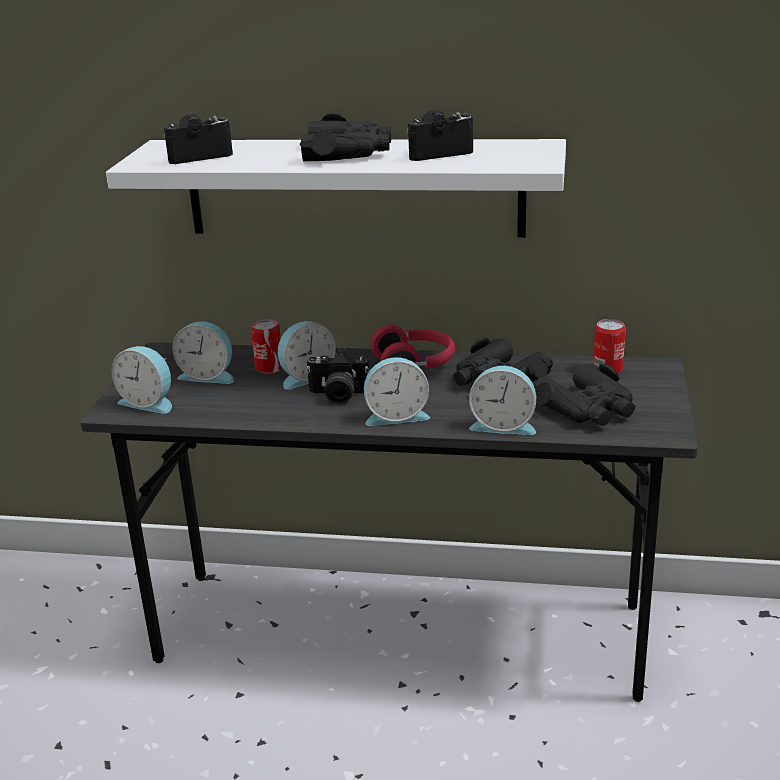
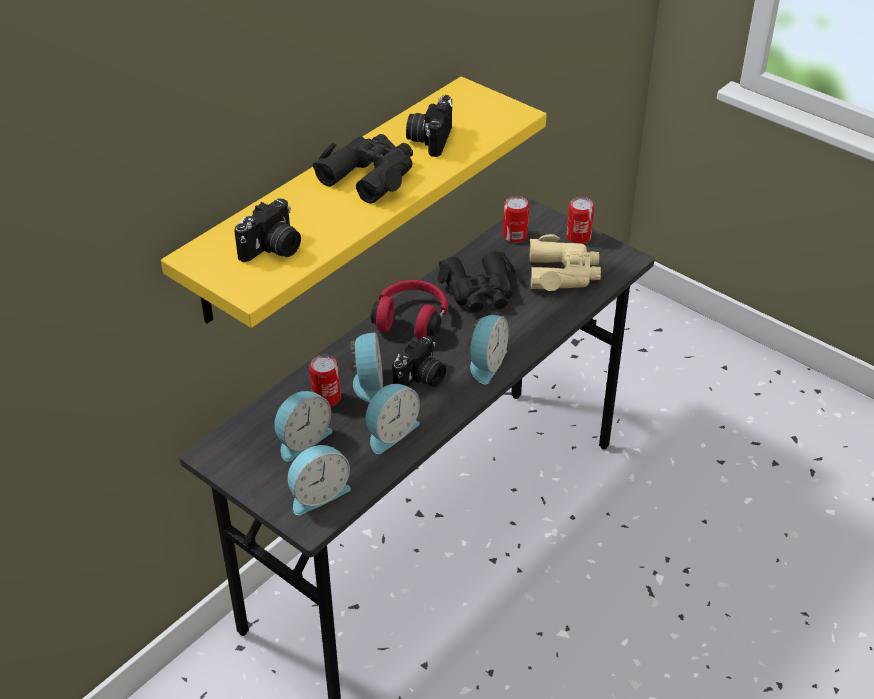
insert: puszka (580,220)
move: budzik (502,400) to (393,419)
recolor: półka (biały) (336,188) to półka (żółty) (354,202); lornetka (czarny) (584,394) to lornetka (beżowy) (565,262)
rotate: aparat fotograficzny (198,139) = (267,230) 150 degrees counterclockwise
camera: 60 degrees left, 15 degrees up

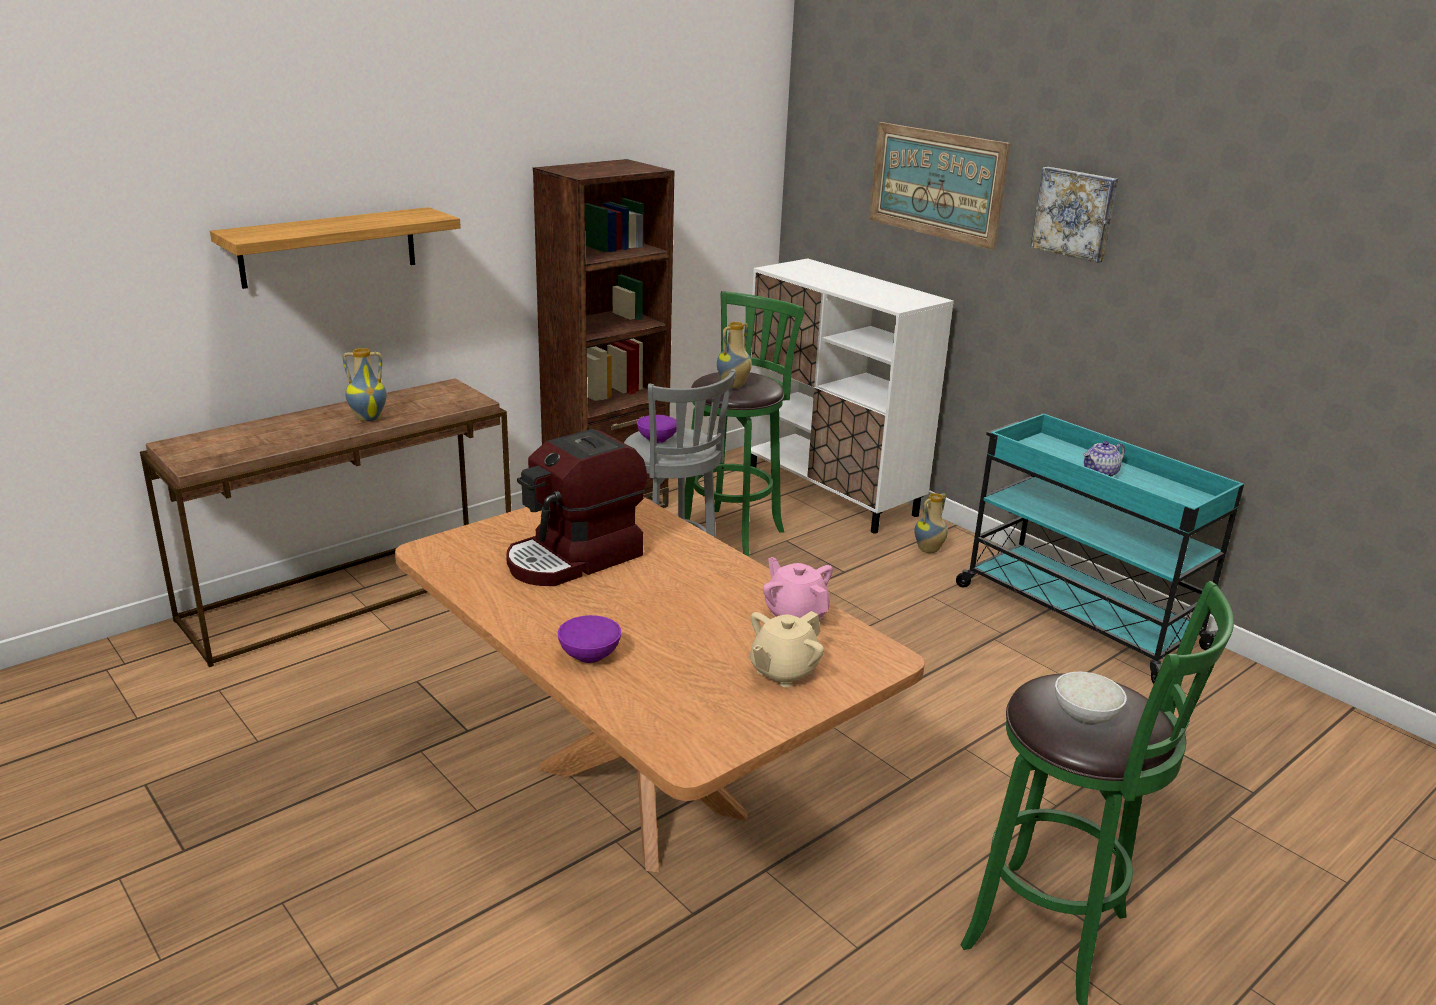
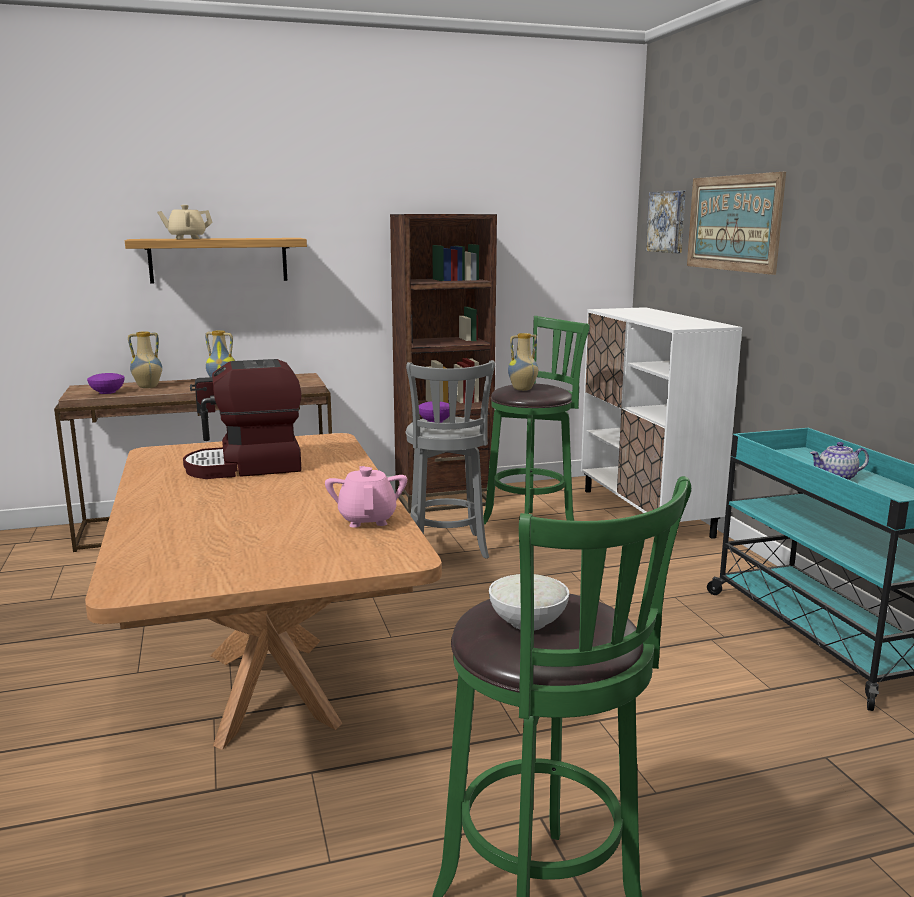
move: miska (fioletowy) (589,639) to (105,383); wazon (931,523) to (145,359); imbryk (beżowy) (787,649) to (185,222); obraz (1074,215) to (666,222)
camera: 25 degrees right, 10 degrees down

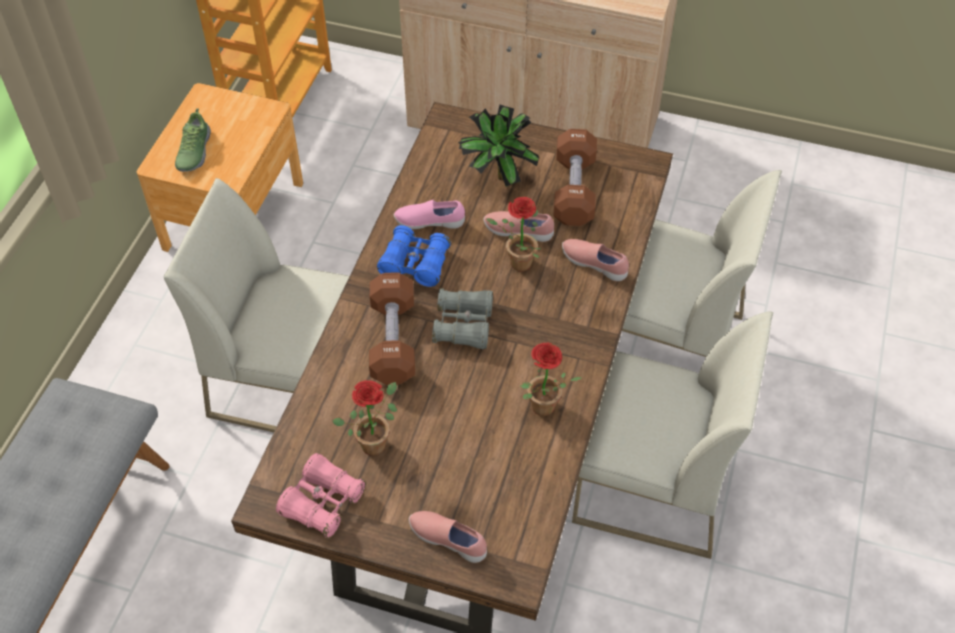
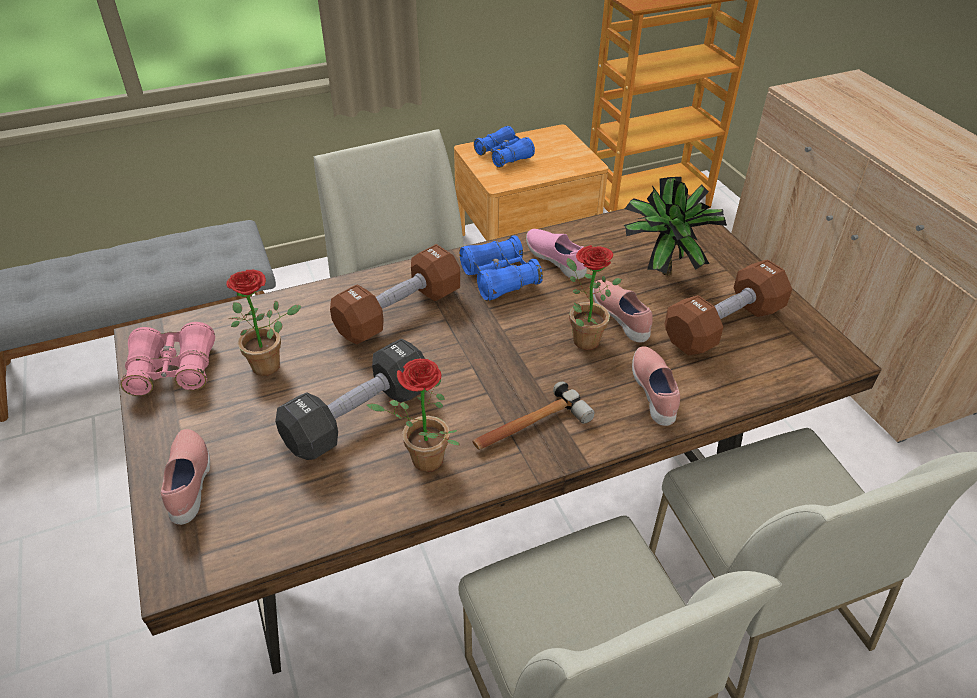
delete: lornetka (szary) (462,318)
insert: hantel (czarny) (350,399); młotek (533,416)
replace: but (193,140) to lornetka (niebieski) (504,147)
camera: 50 degrees right, 10 degrees down

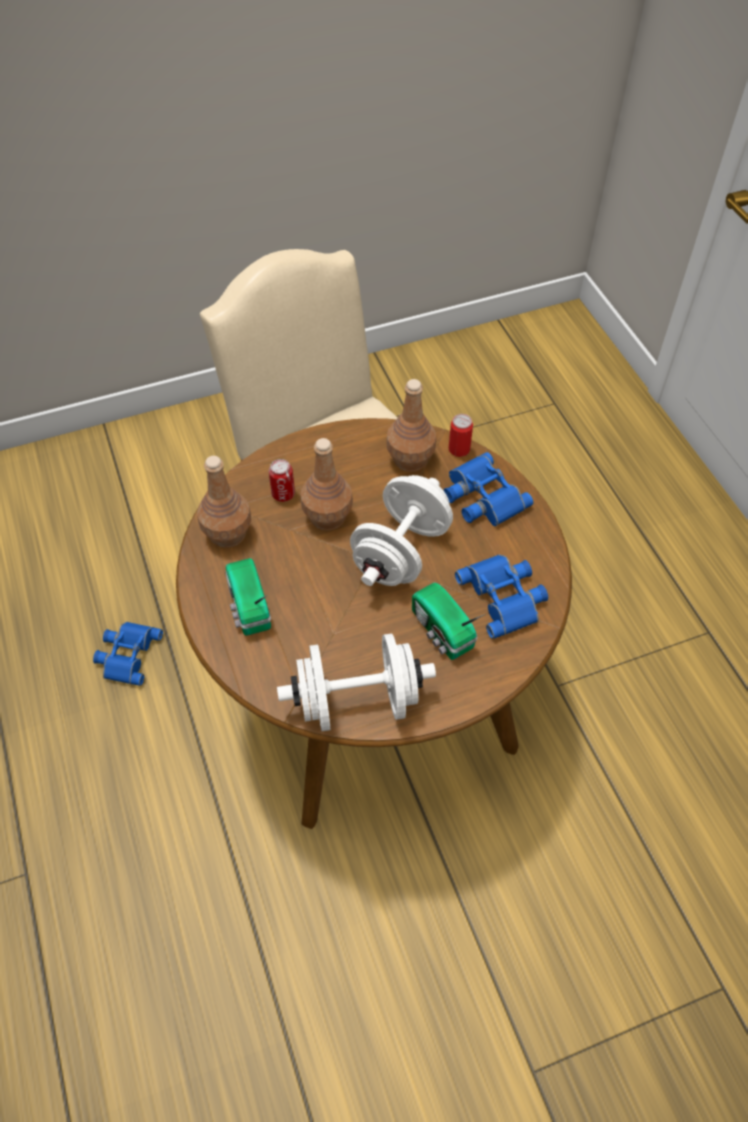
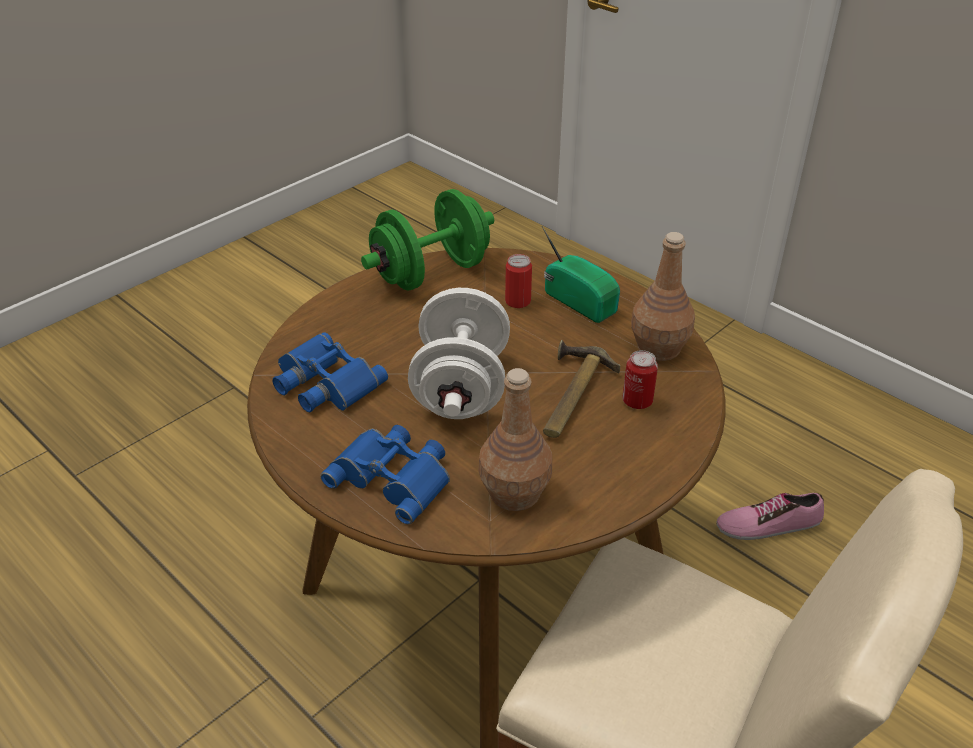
delete: radio (449,621)
move: puszka (461,435) to (518,281)
replace: butelka (brązowy) (327,484) to młotek (581,389); lornetka (niebieski) (128,654) to but (770,516)
recolor: hantel (biały) (356,682) to hantel (zielony) (427,240)
camera: 155 degrees right, 15 degrees down

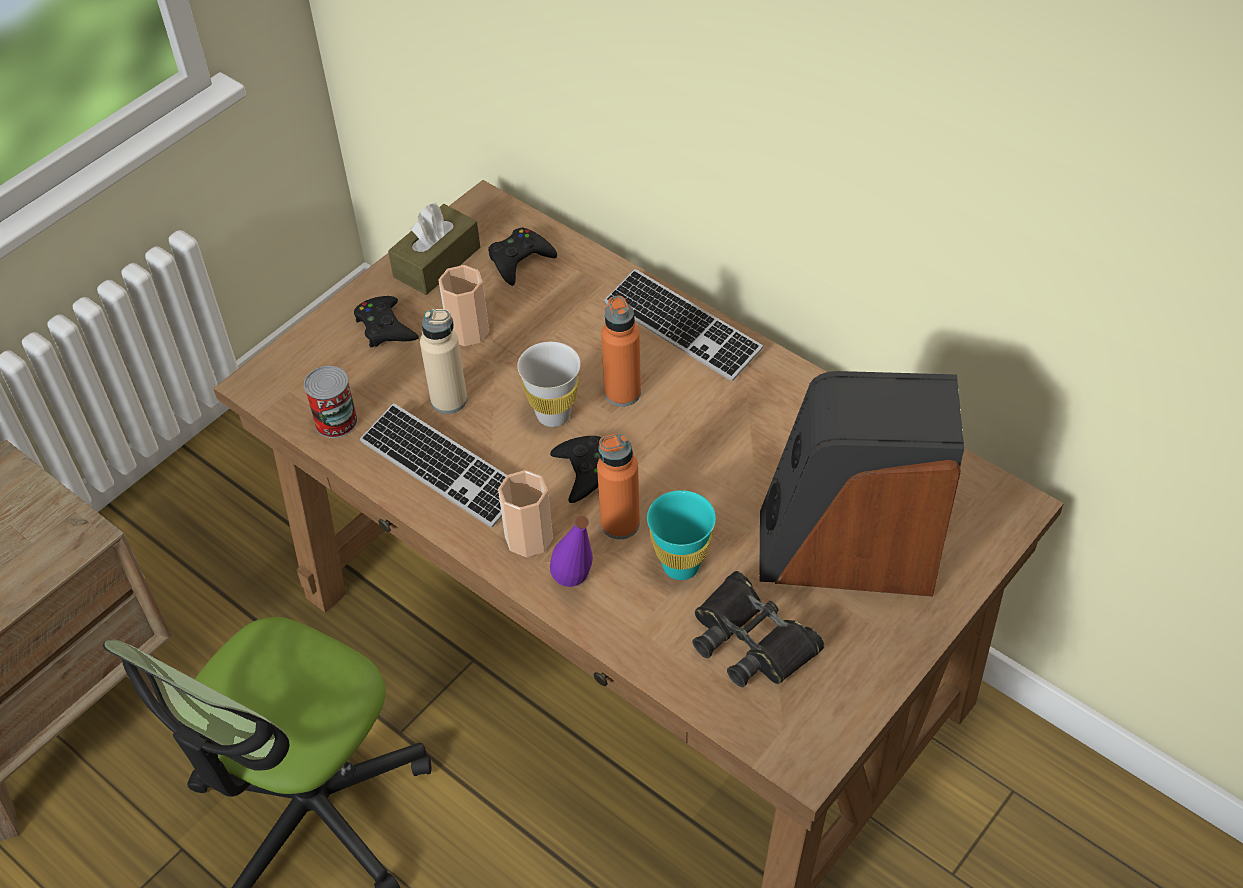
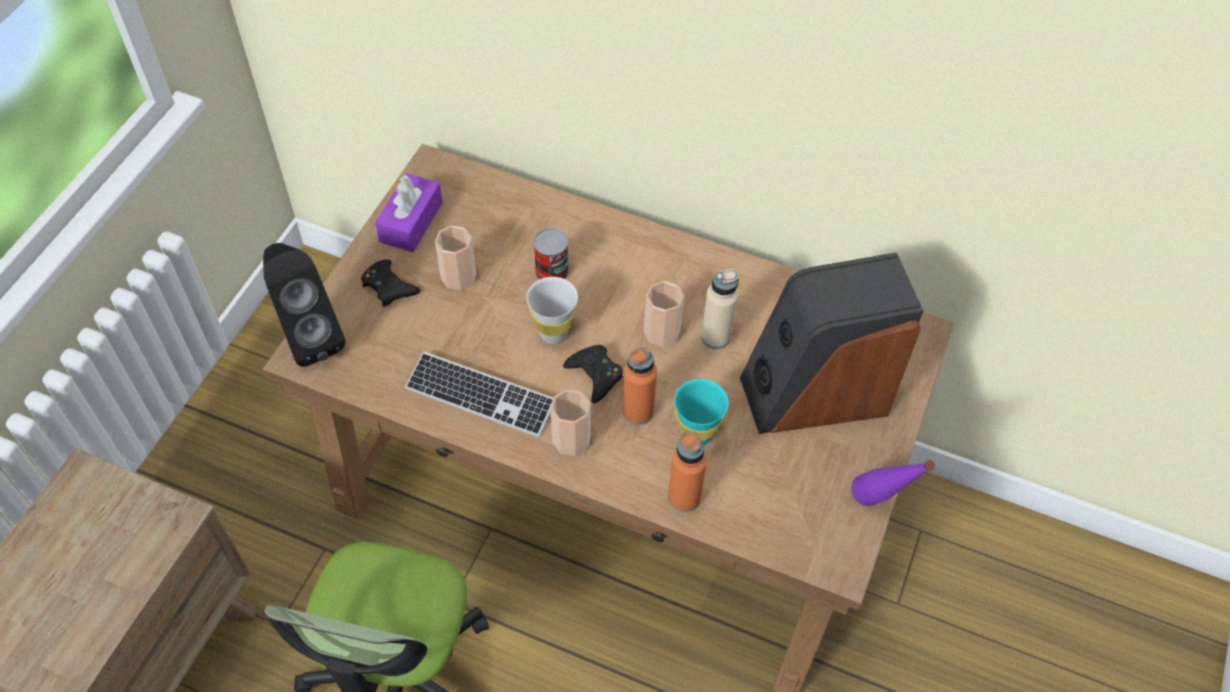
delete: pad do gier (czarny) (522,257); klawiatura (683,325); lornetka (czarny) (758,629)
insert: głośnik (czarny) (304,305); filiżanka (664,314)
move: puszka (331,402) to (551,254); butelka (pomarańczowy) (621,350) to (687,471); butelka (beżowy) (443,361) to (720,309); butelka (fioletowy) (571,551) to (893,483)
recolor: pudełko chusteczek (brązowy) (434,249) to pudełko chusteczek (fioletowy) (408,212)
camera: 20 degrees left, 5 degrees up

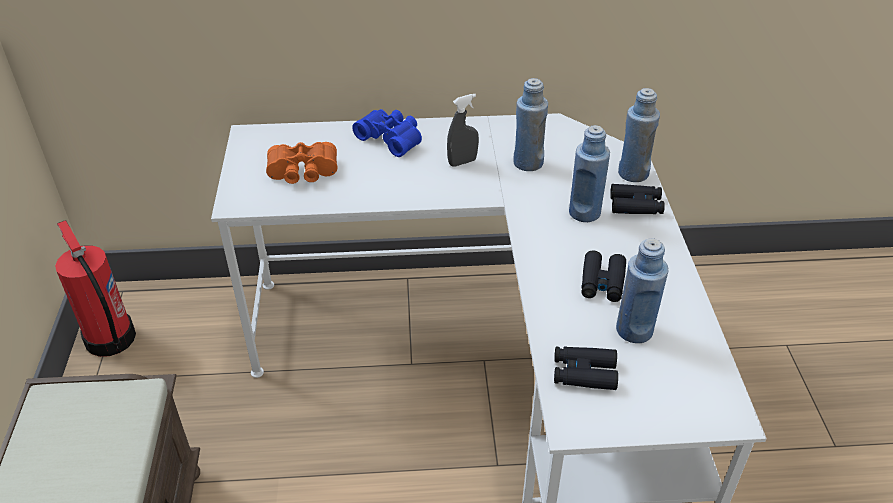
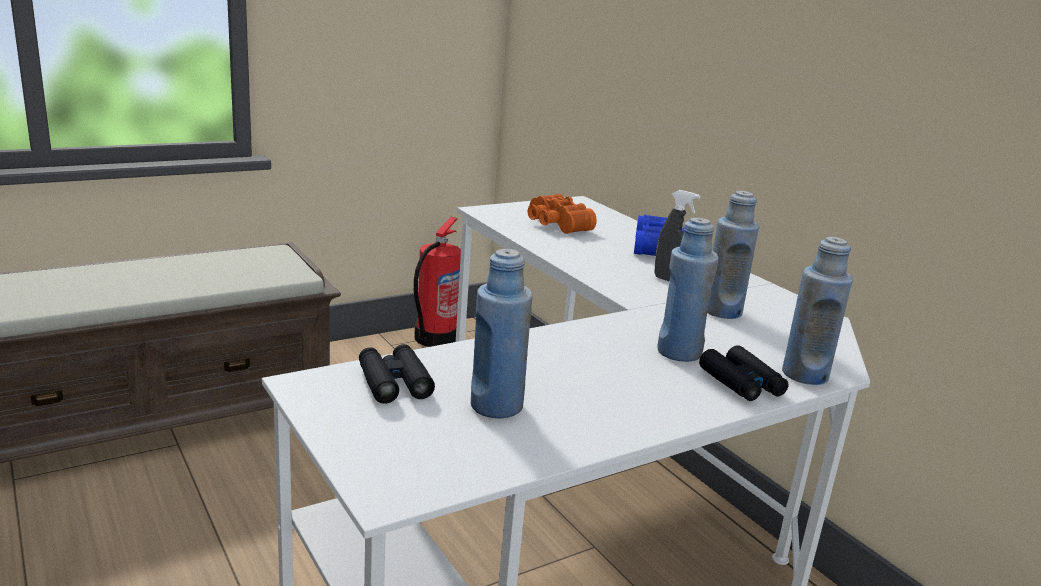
delete: lornetka (czarny) (604,276)
camera: 60 degrees right, 20 degrees down

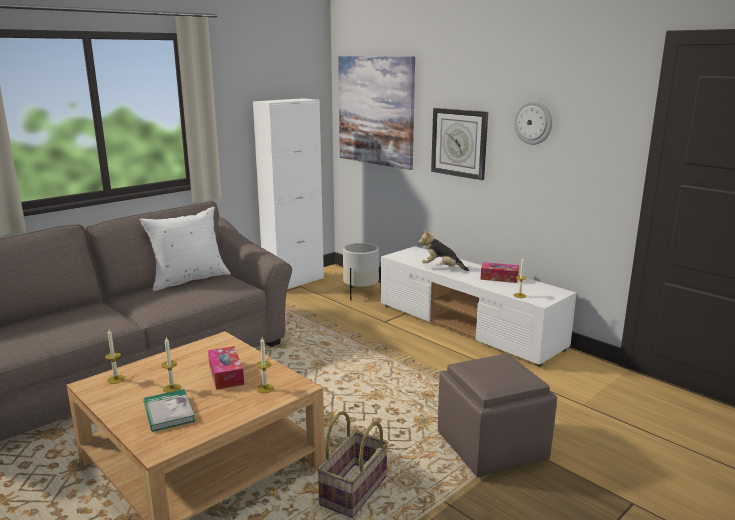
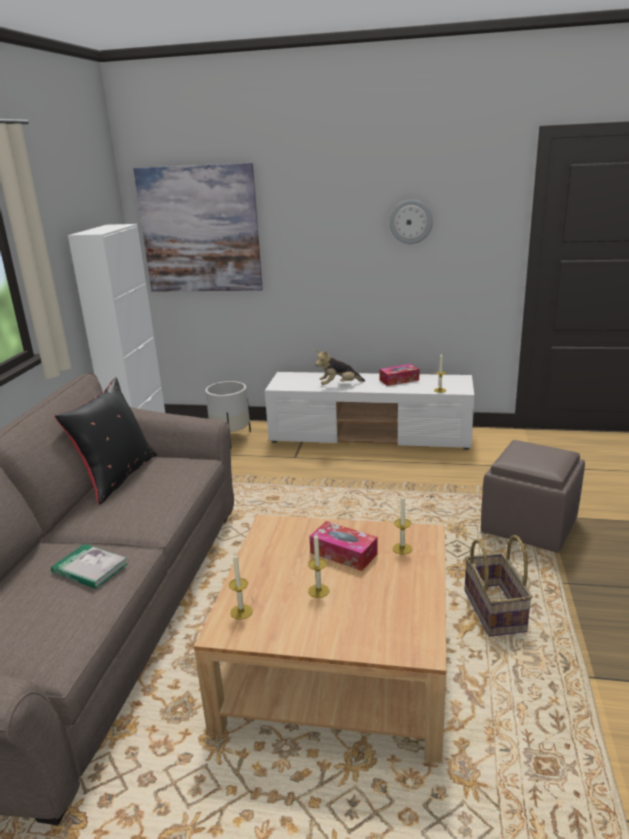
delete: zegar ścienny (459,144)
move: książka (169,410) to (89,566)
recolor: poduszka (biały) (185,249) to poduszka (czarny) (105,440)
camera: 35 degrees left, 5 degrees up

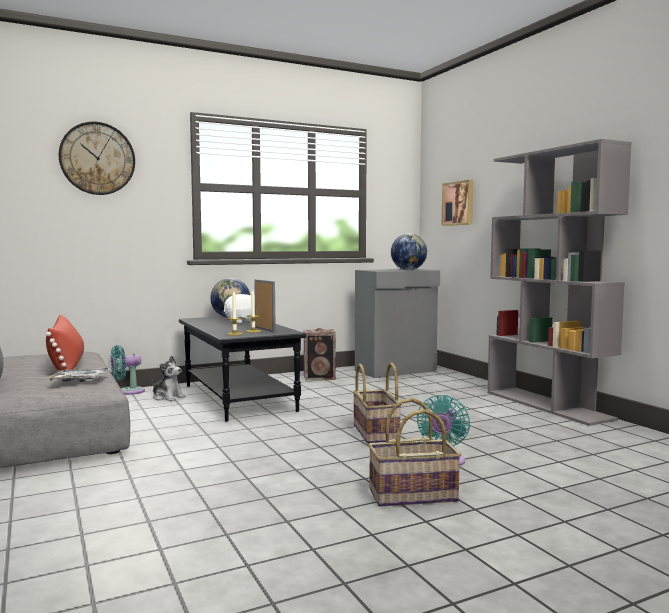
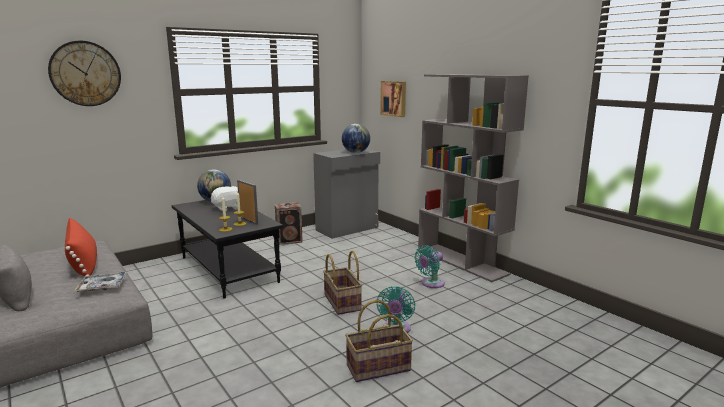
delete: pluszak (168,378)
move: wentylator (turkusowy) (128,370) to (429,266)
camera: 10 degrees left, 10 degrees up

